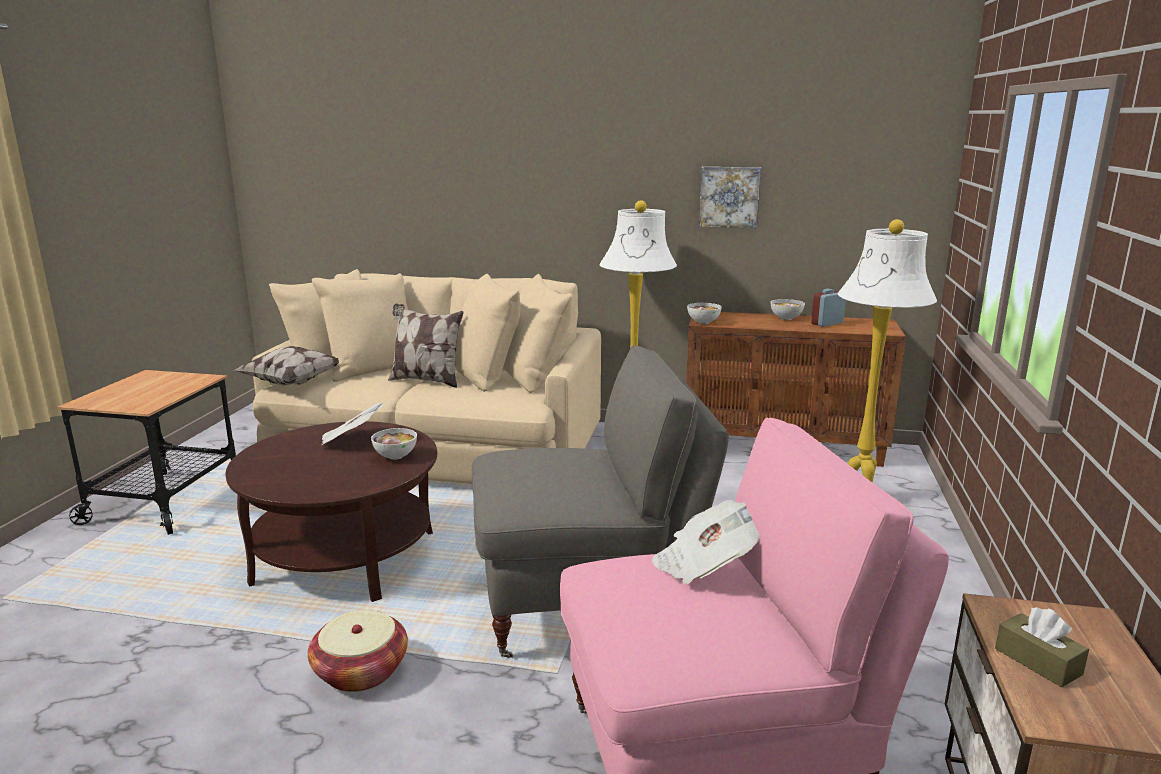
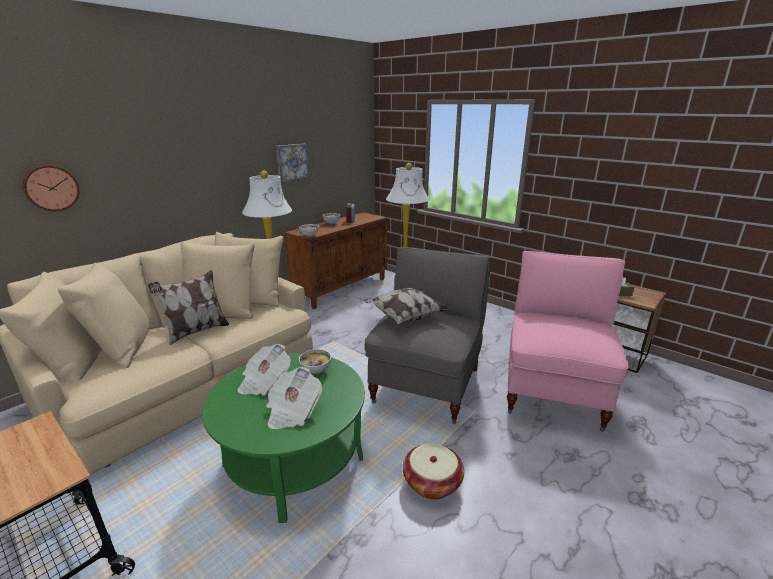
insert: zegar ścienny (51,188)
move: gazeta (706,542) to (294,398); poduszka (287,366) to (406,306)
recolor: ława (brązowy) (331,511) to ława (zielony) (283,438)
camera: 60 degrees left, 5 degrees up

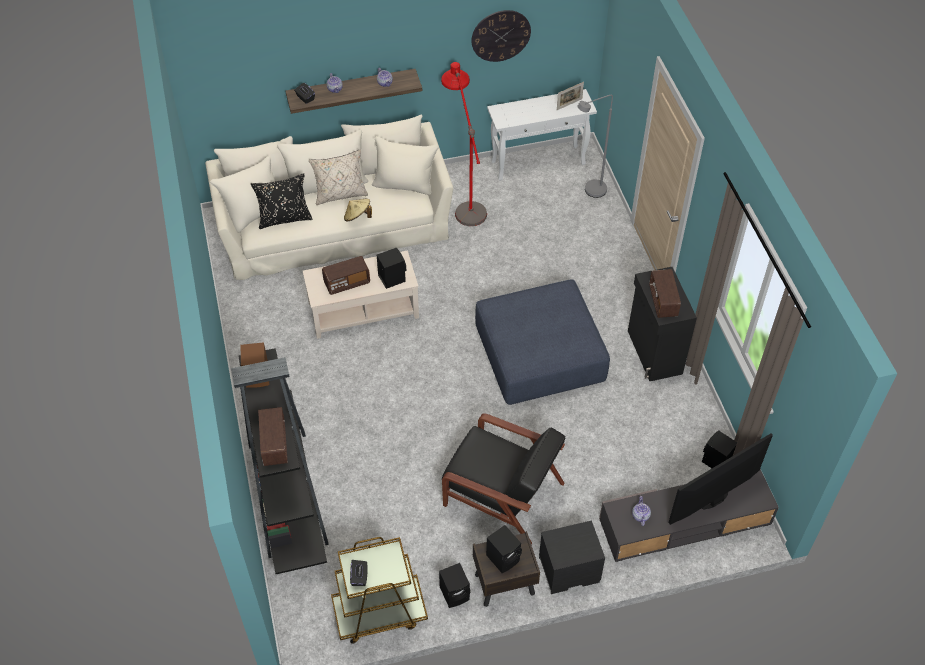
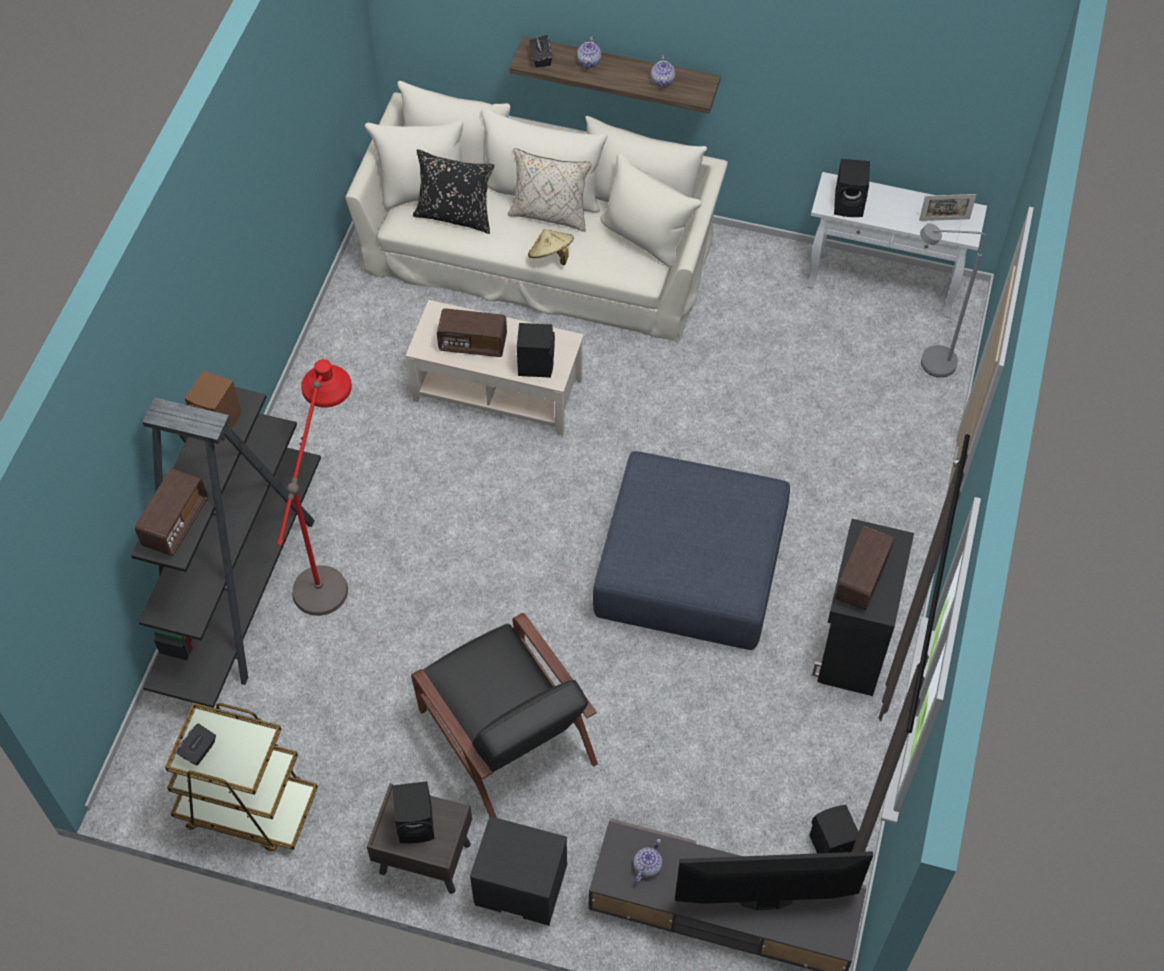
delete: zegar ścienny (501,36)
move: lampa stojąca (czerwony) (464,144) to (314,487); głośnik (czarny) (454,585) to (852,188)
camera: 30 degrees right, 5 degrees up

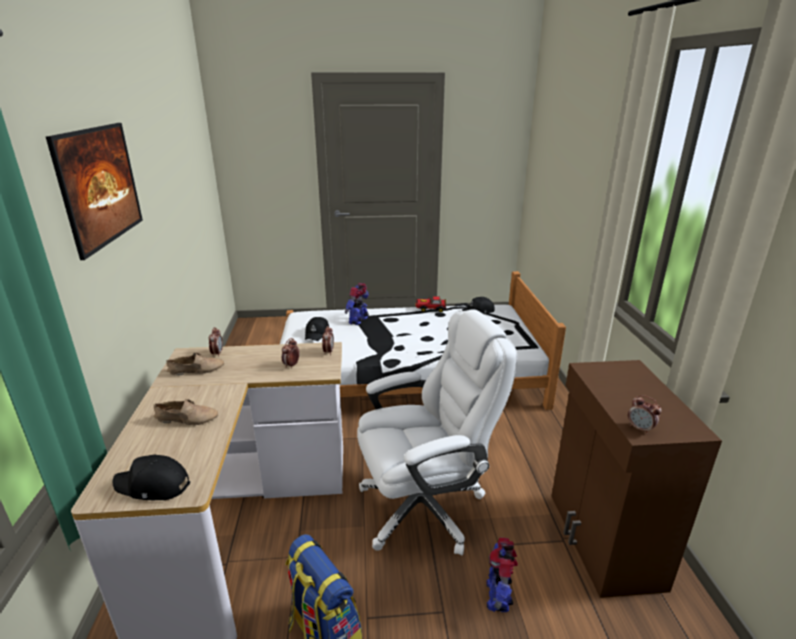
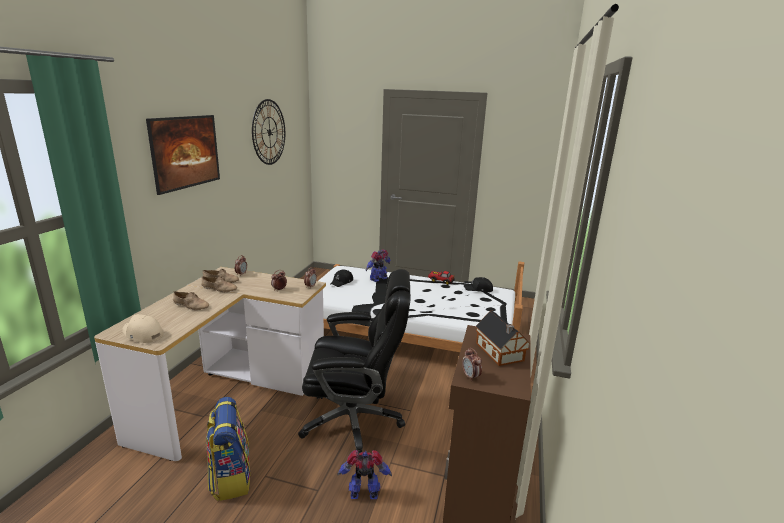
insert: but (beżowy) (219,284); zegar ścienny (268,132); domek (503,338)
recolor: czapka z daszkiem (czarny) (151,477) to czapka z daszkiem (beżowy) (143,328); krzesło biurowe (biały) (437,432) to krzesło biurowe (czarny) (354,363)
rotate: robot zabawkowy (502,575) = (364,474) 60 degrees clockwise
camera: 20 degrees right, 5 degrees down

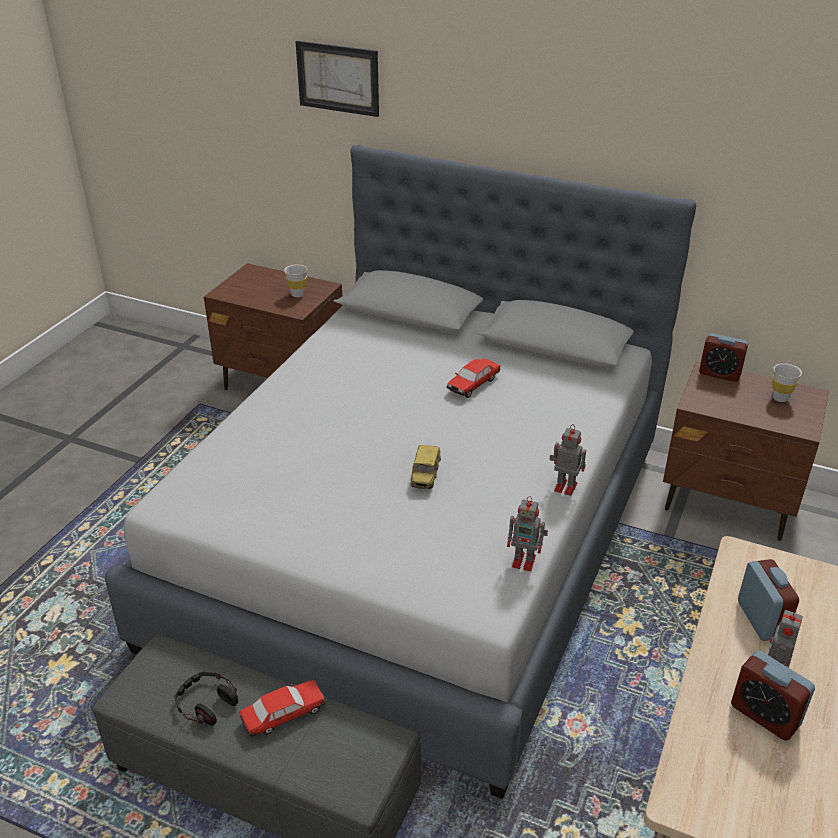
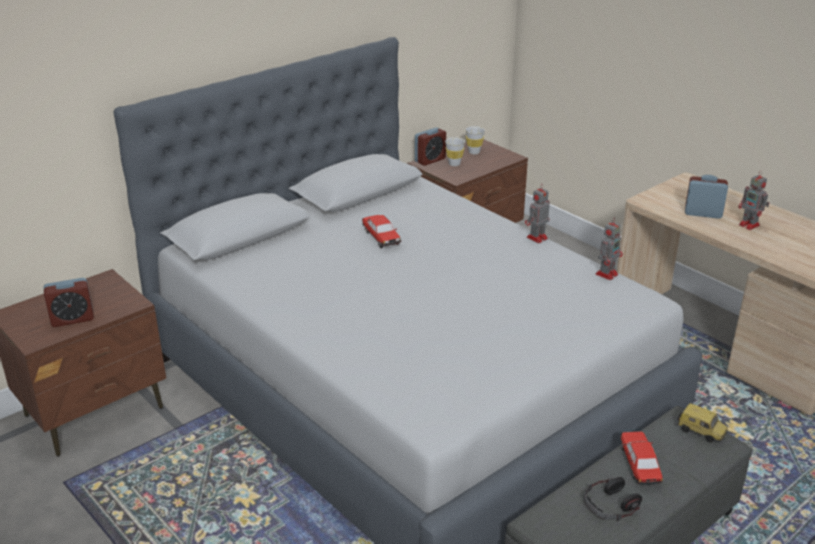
delete: obraz (337,79)
move: budzik (773,695) to (69,302); filiżanka (biały) (295,280) to (455,151); samochodzik (426,467) to (703,423)
camera: 65 degrees left, 5 degrees down

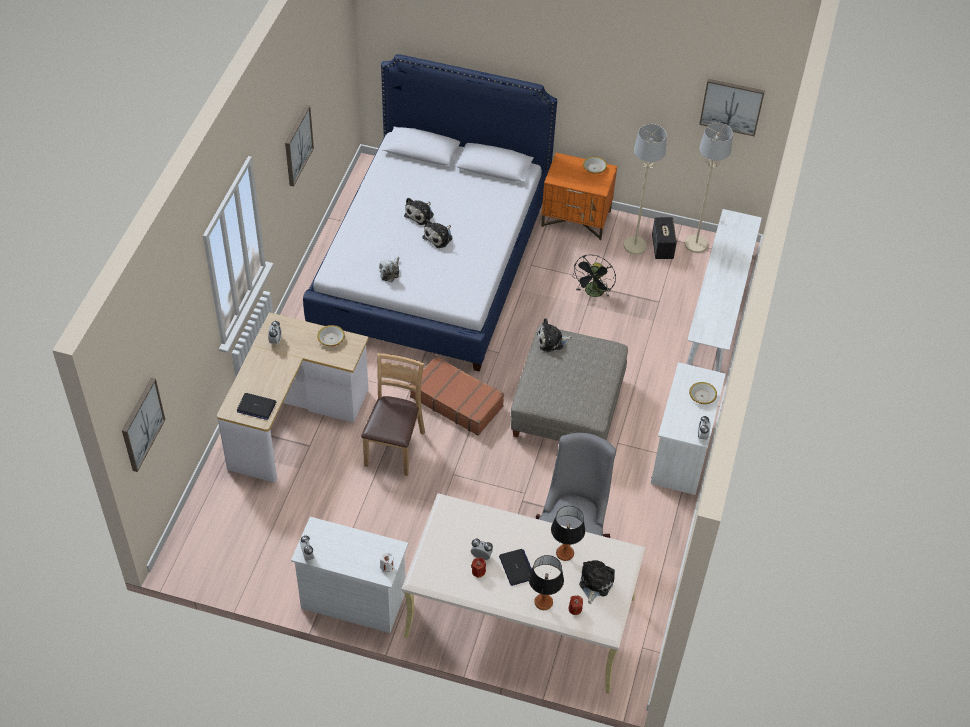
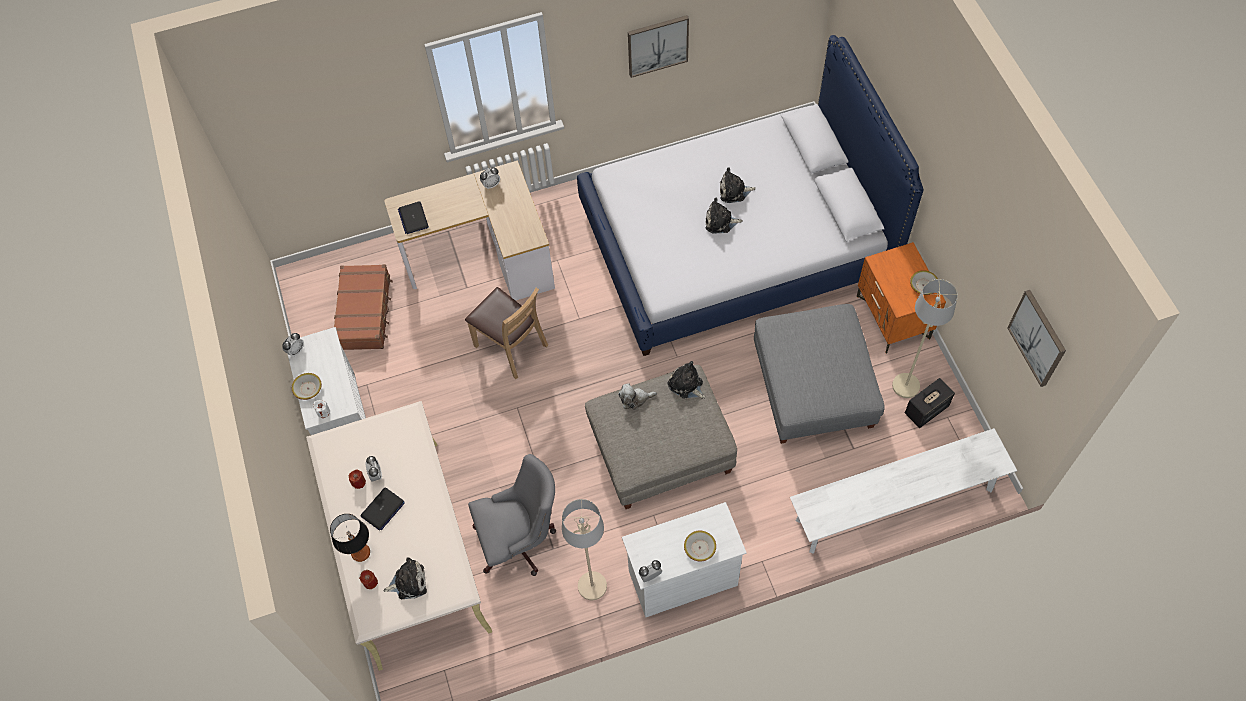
delete: obraz (143,425); lampa stołowa (568,533)
move: miska (331,335) to (307,386); walizka (brązowy) (457,396) to (363,307); lampa stojąca (beżowy) (709,187) to (584,549); pluszak (389,269) to (637,396)
replace: wentylator (czarny) (594,276) to pufa (szary) (819,374)
rotate: krzesło (brązowy) (393,414) = (506,333) 60 degrees clockwise
camera: 60 degrees right, 10 degrees up

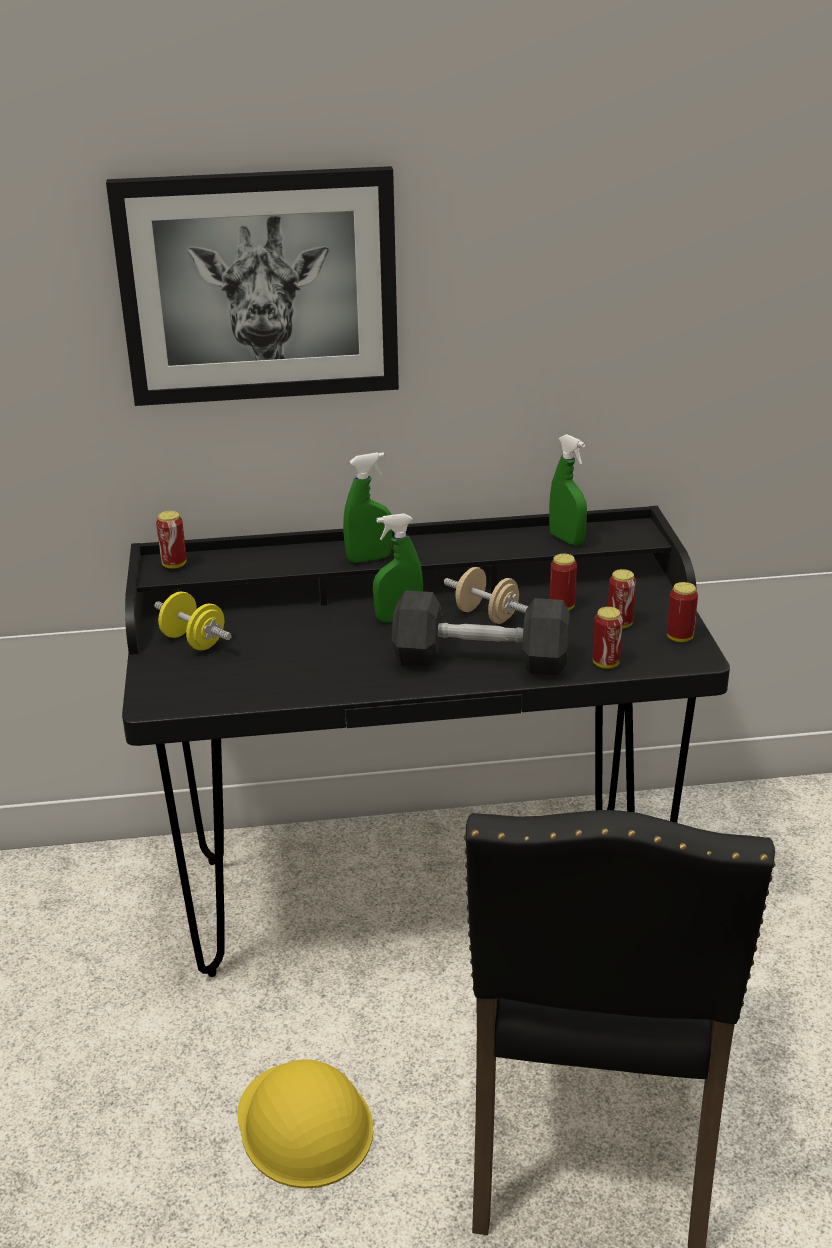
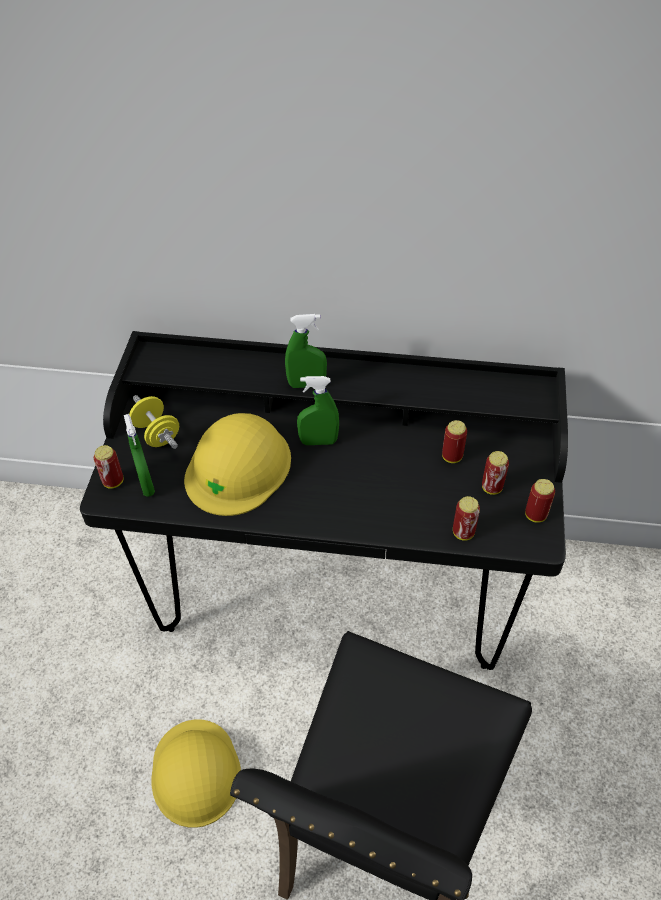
delete: obraz (252,286); hantel (czarny) (480,633); hantel (beżowy) (486,595)
insert: kask (żółty) (237,464)
move: puszka (171,540) to (109,467); spryskiwacz (zielony) (568,490) to (139,455)
camera: 15 degrees right, 20 degrees up

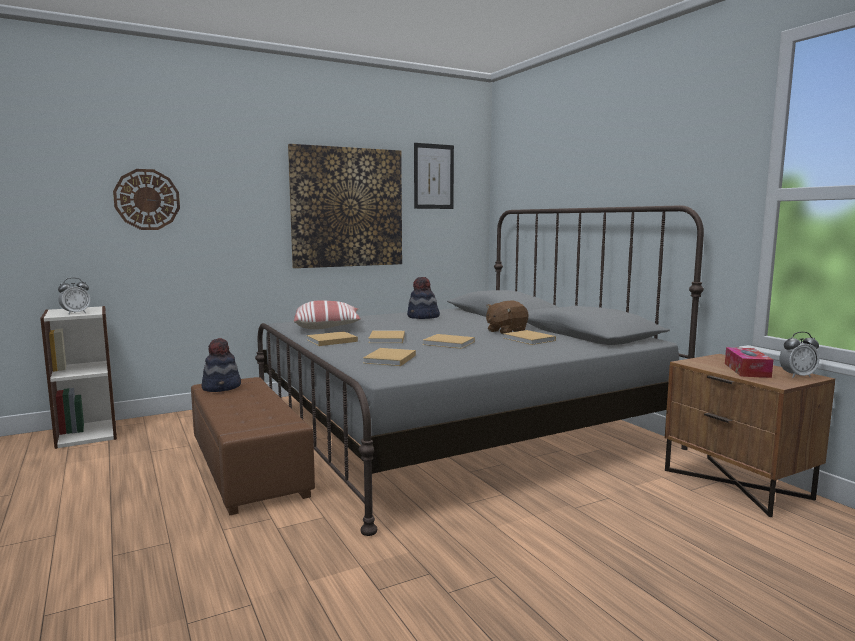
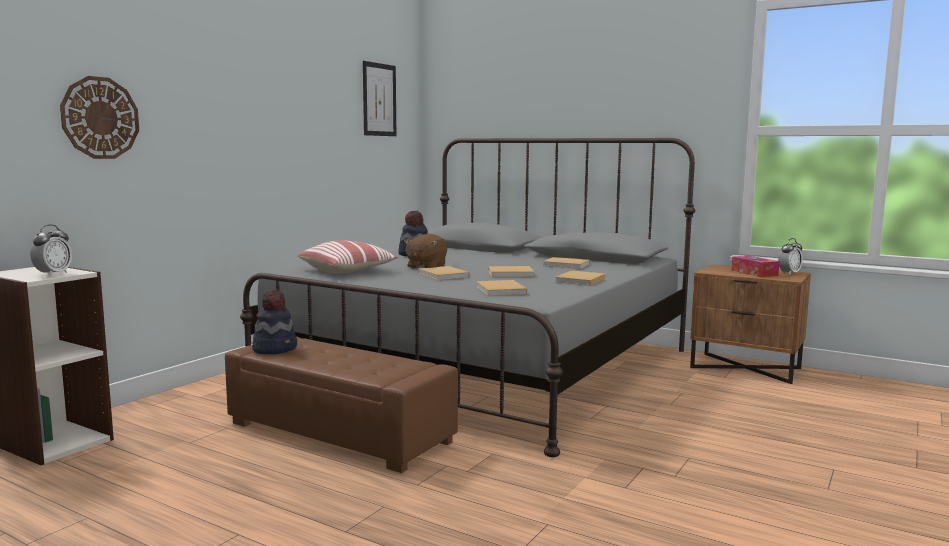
delete: obraz (345,206)
move: pluszak (brązowy) (507,317) to (425,251); książka (beżowy) (332,338) to (580,278)
camera: 30 degrees left, 0 degrees up

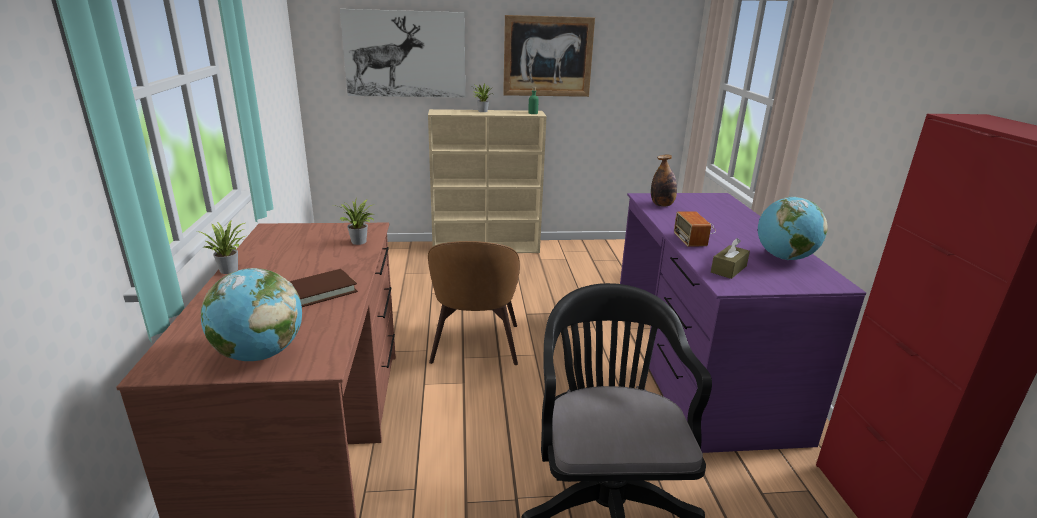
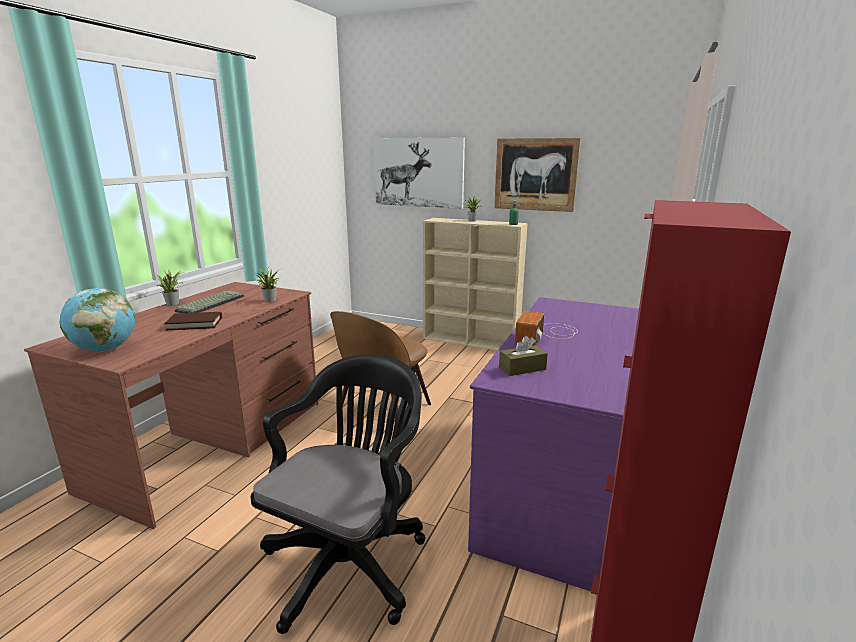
delete: butelka (664,181); globus (793,228)
insert: klawiatura (209,301)
camera: 30 degrees right, 5 degrees down

